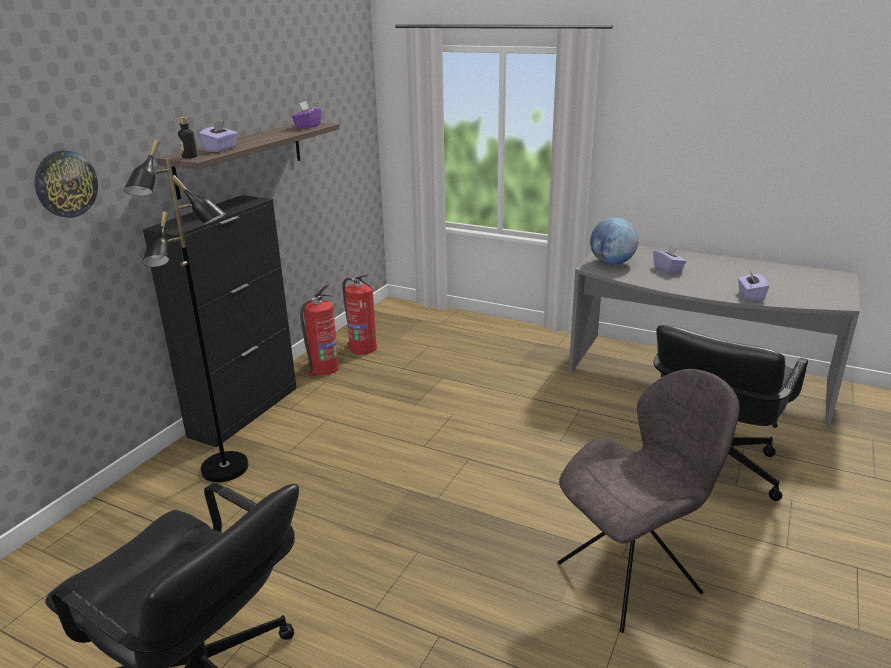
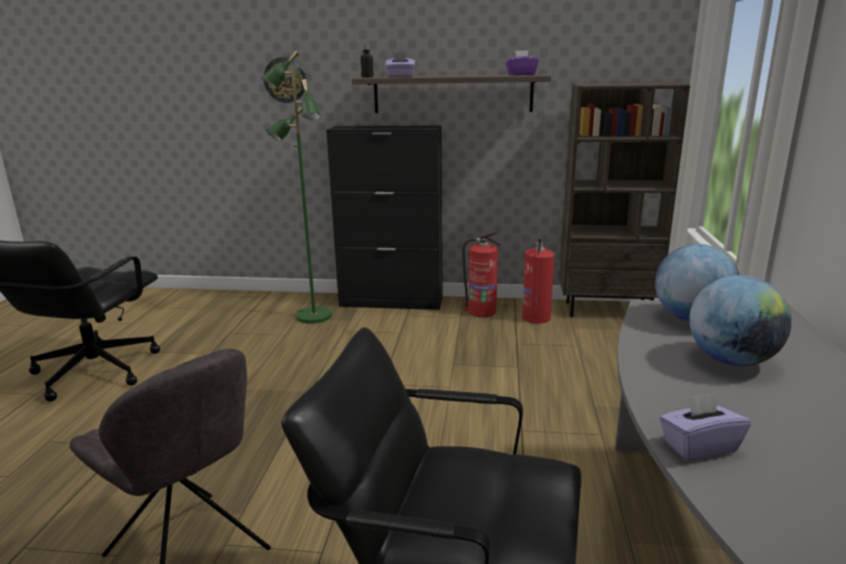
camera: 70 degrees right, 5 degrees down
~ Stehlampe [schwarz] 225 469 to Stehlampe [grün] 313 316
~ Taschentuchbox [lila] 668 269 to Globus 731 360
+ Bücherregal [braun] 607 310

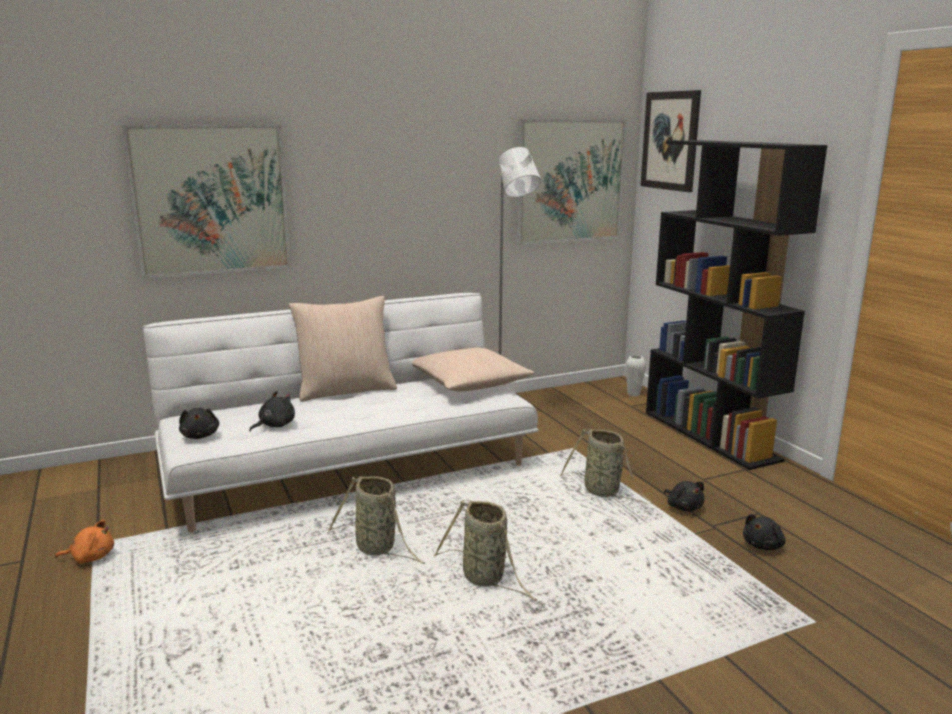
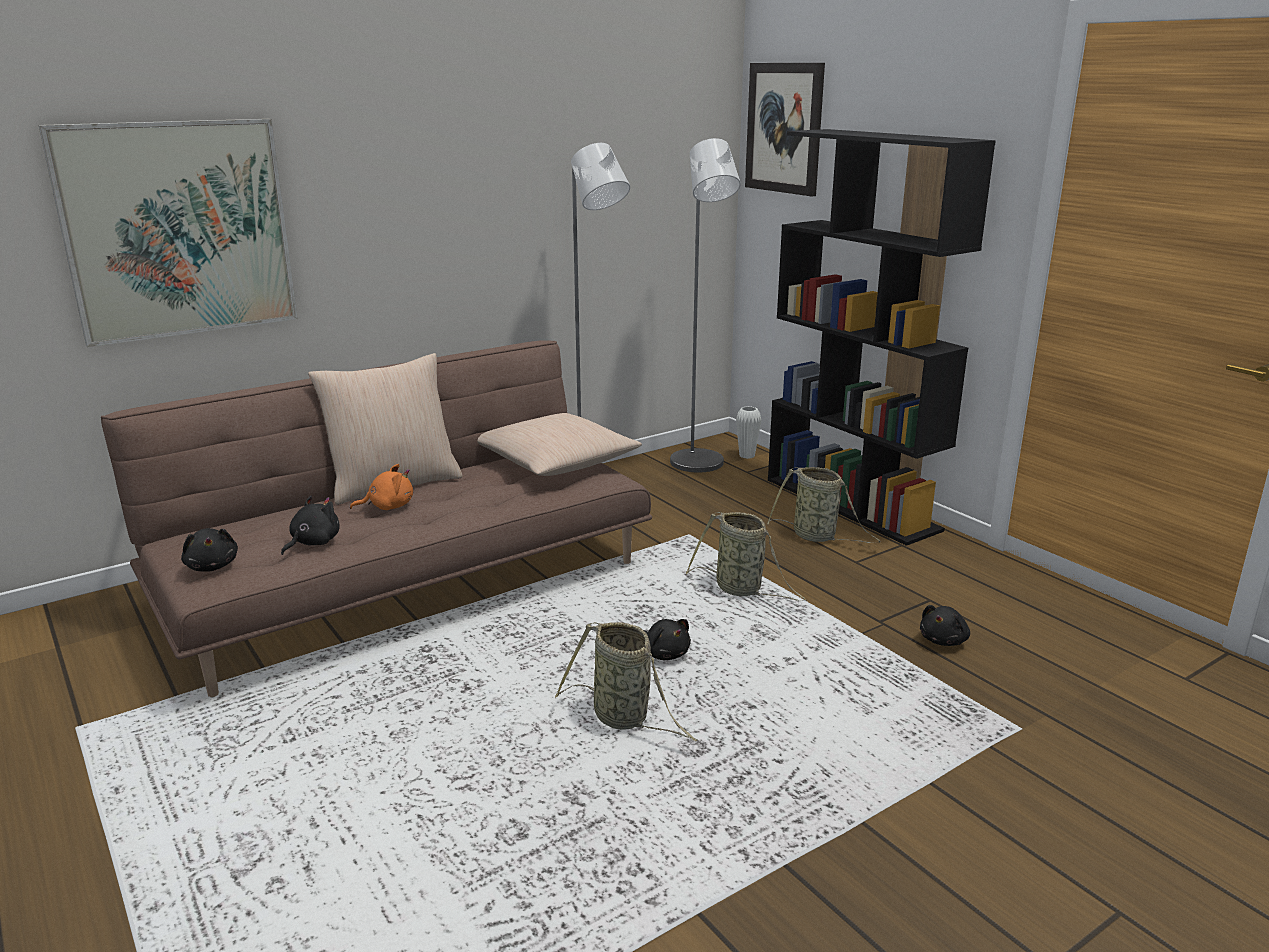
camera: 10 degrees left, 5 degrees up
- Bild 569 181
~ Sofa [weiß] 349 468 to Sofa [braun] 406 586
~ Korb 378 548 to 817 537
~ Plüschtier [schwarz] 683 507 to 664 653
~ Plüschtier [orange] 91 557 to 388 507
+ Stehlampe [grau] 700 466

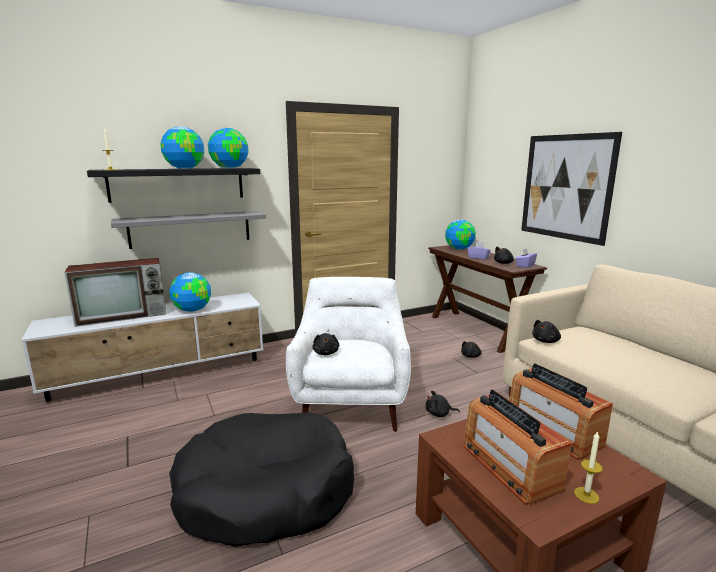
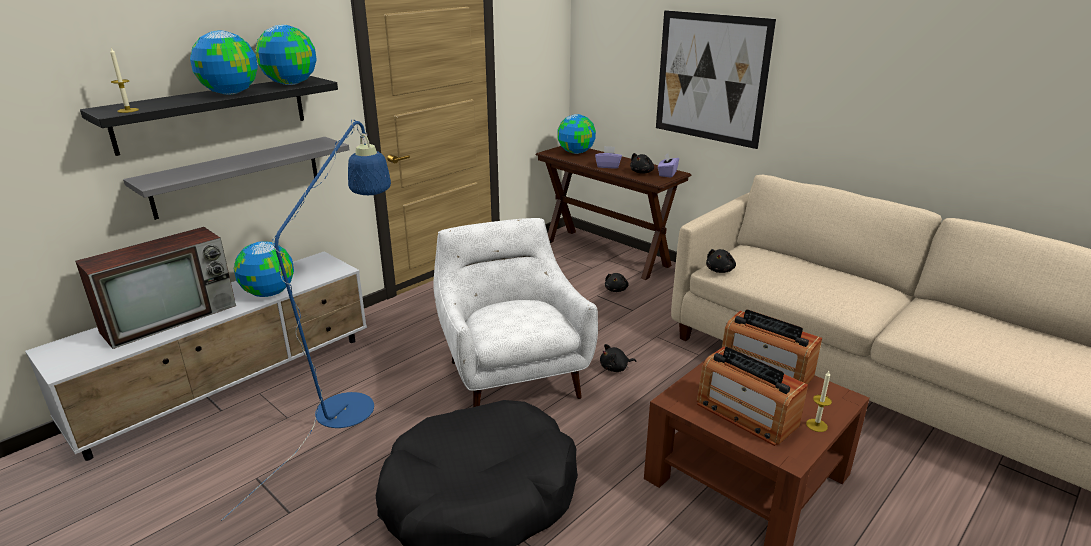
camera: 20 degrees left, 10 degrees up
- Plüschtier [schwarz] 326 353
+ Stehlampe [blau] 354 401

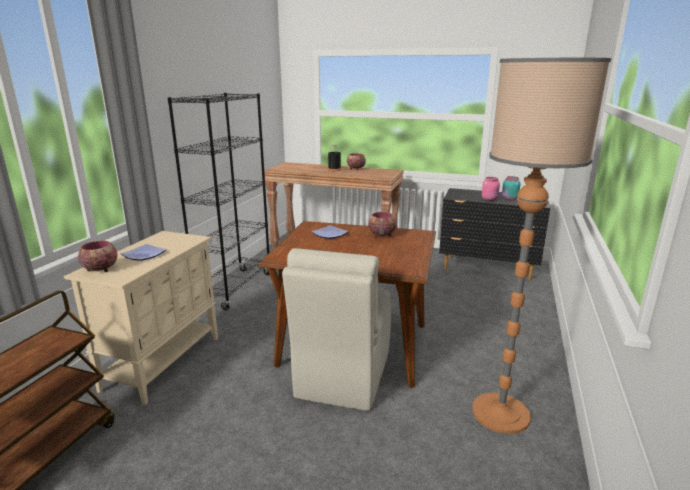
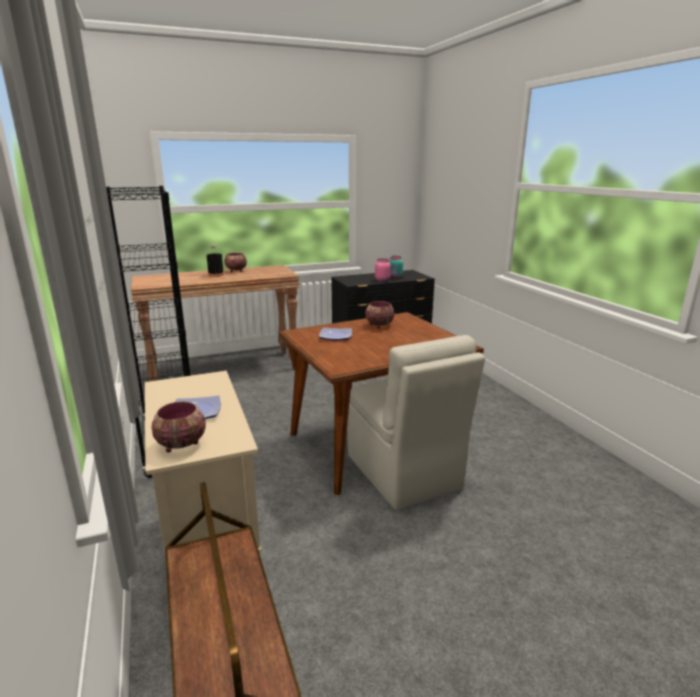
camera: 40 degrees left, 0 degrees up
- Stehlampe 501 413

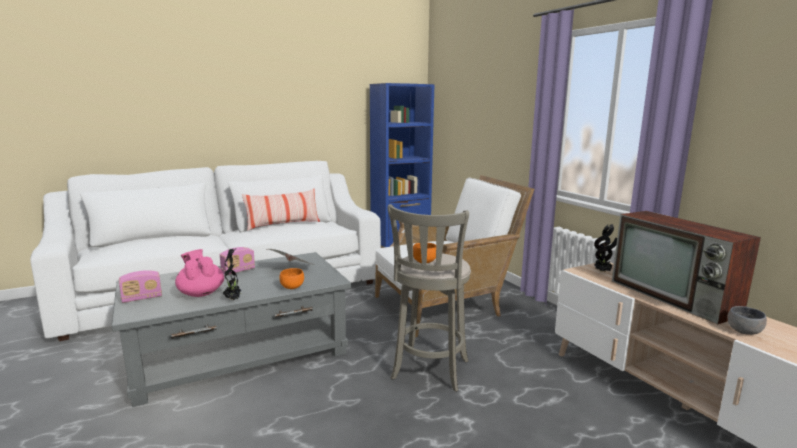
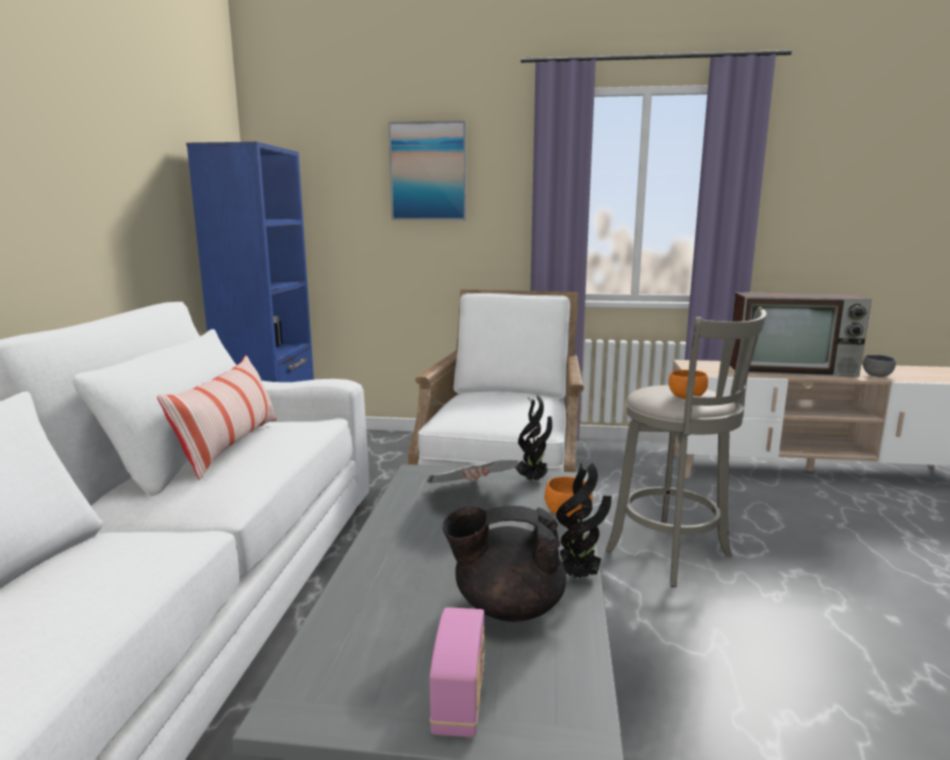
camera: 55 degrees left, 0 degrees up
~ Topfpflanze 602 271 to 533 480
- Radio 238 271
~ Teekanne [rosa] 201 293 to Teekanne [schwarz] 507 607
+ Bild 428 172

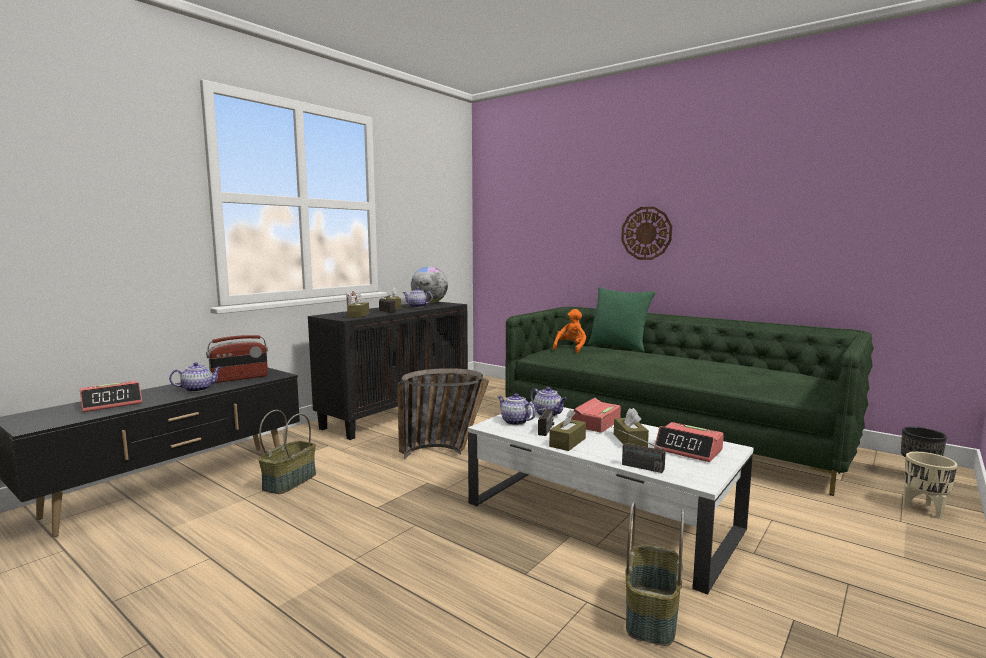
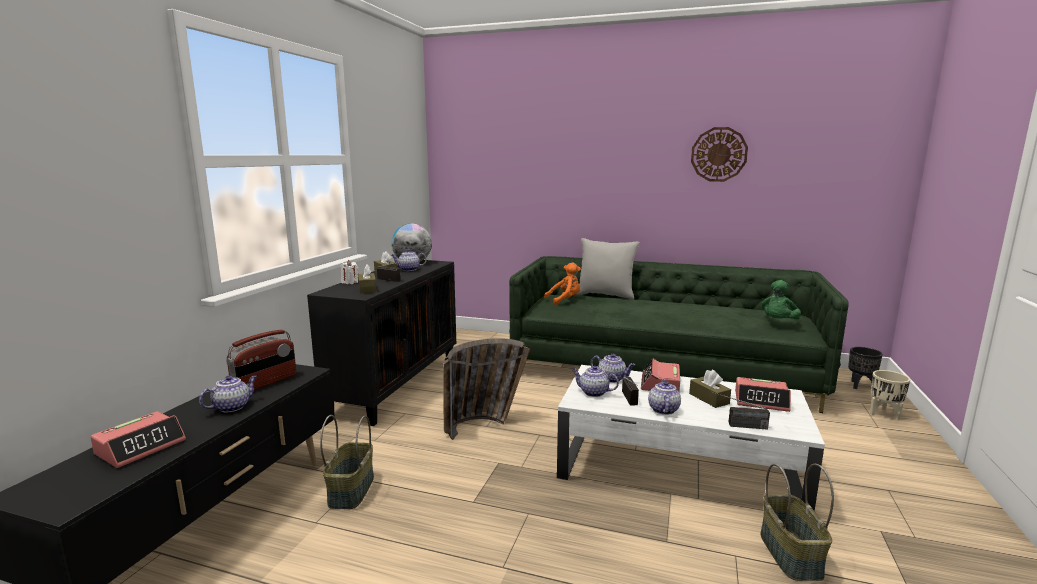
camera: 20 degrees left, 5 degrees up
~ Wanduhr 646 233 to 718 154
~ Kissen [grün] 619 347 to Kissen [grau] 606 295
~ Plüschtier [orange] 571 348 = 565 300 60 degrees clockwise
~ Taschentuchbox [braun] 567 442 to Teekanne 663 409
+ Plüschtier [grün] 778 322

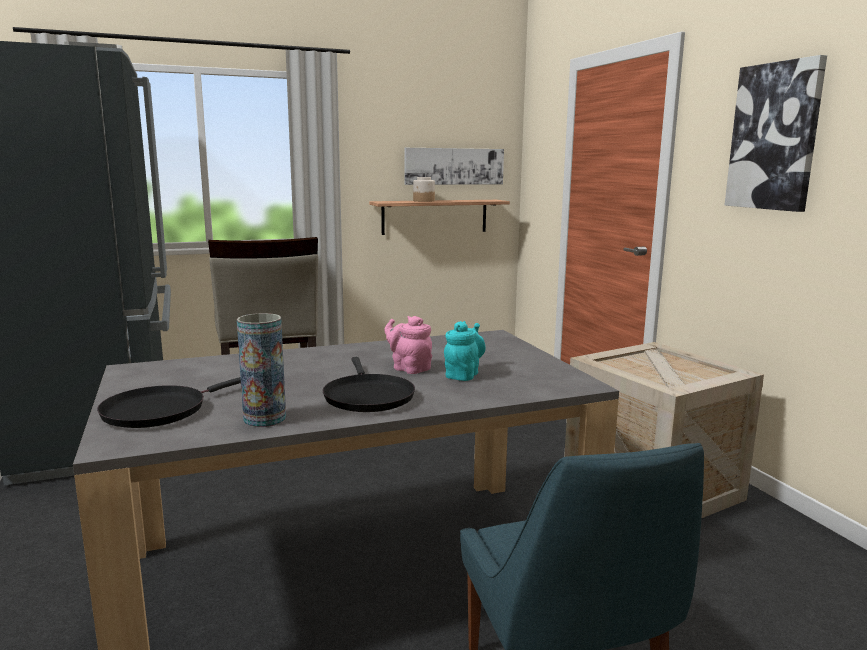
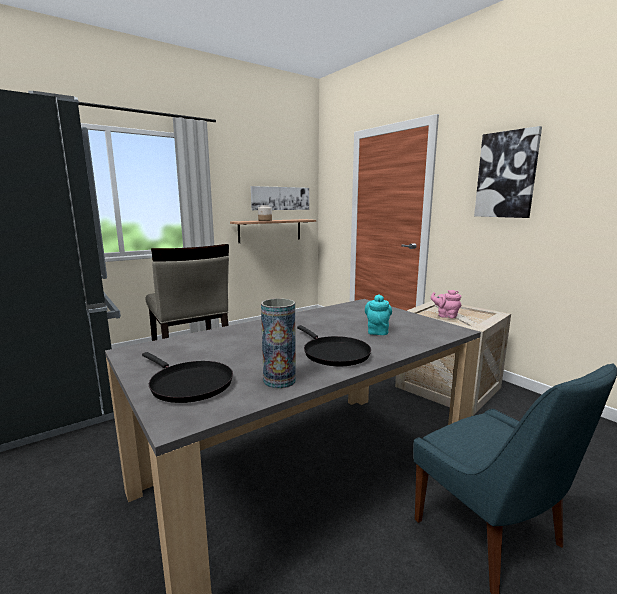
camera: 15 degrees left, 0 degrees up
~ Teekanne [rosa] 409 368 to 446 316
~ Pfanne [schwarz] 160 410 = 188 384 75 degrees counterclockwise

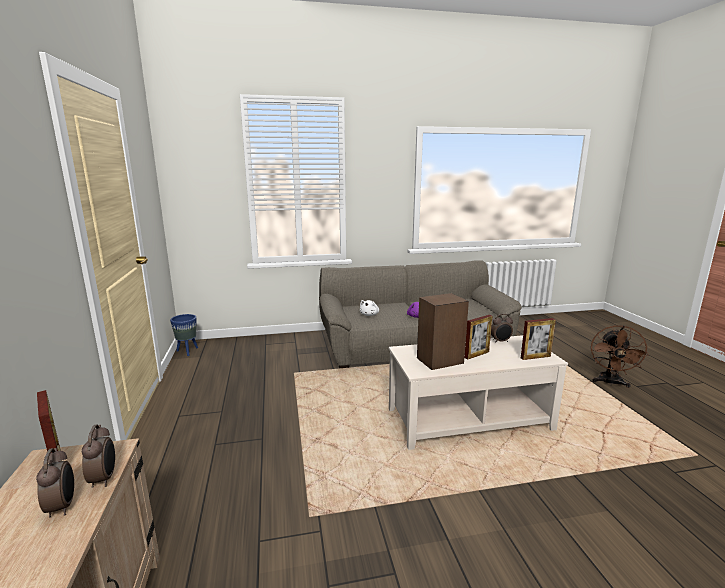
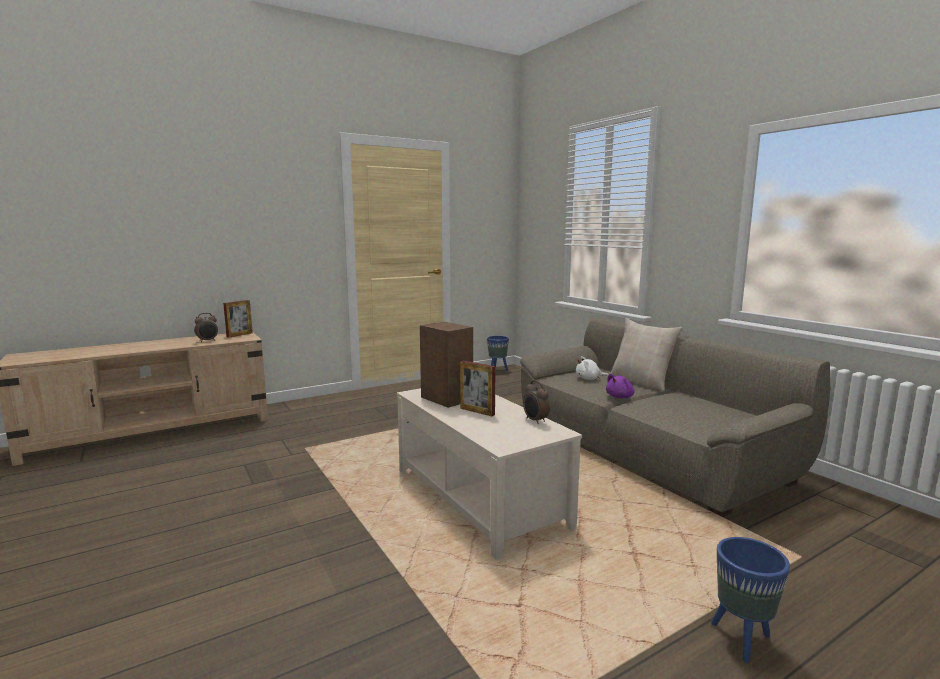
camera: 70 degrees right, 5 degrees down
- Bilderrahmen 535 357
~ Ventilator [braun] 610 383 to Pflanzkübel [blau] 742 640
- Wecker 104 478
+ Kissen [beige] 641 382

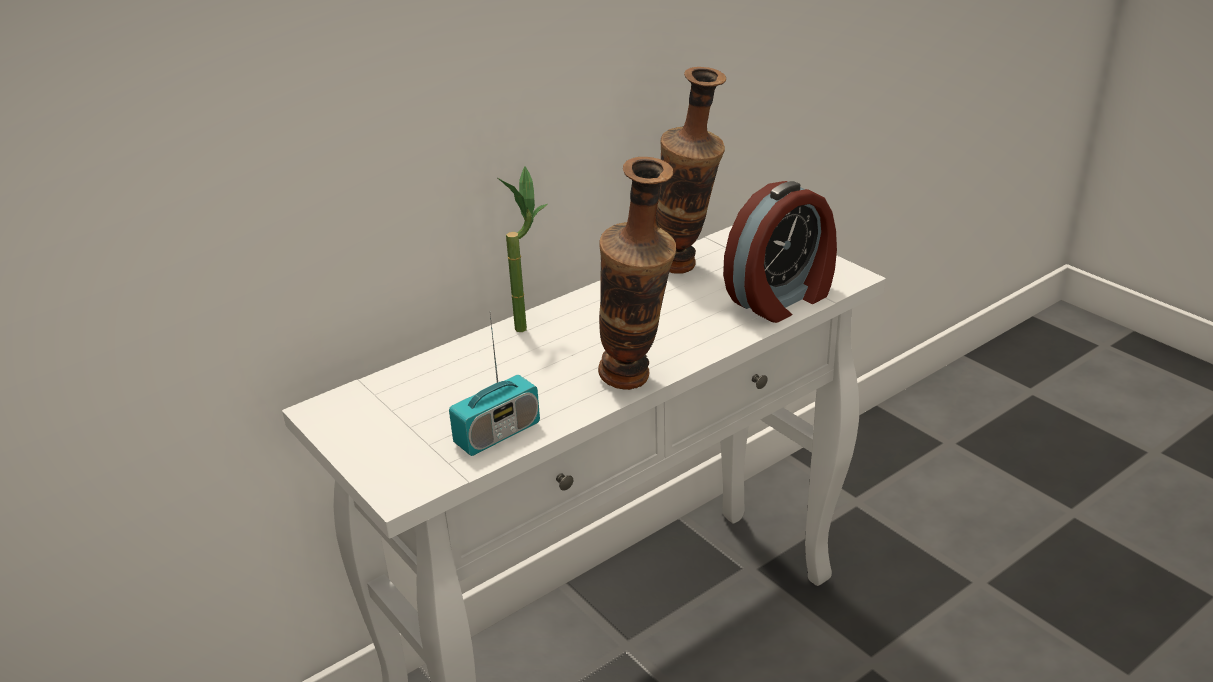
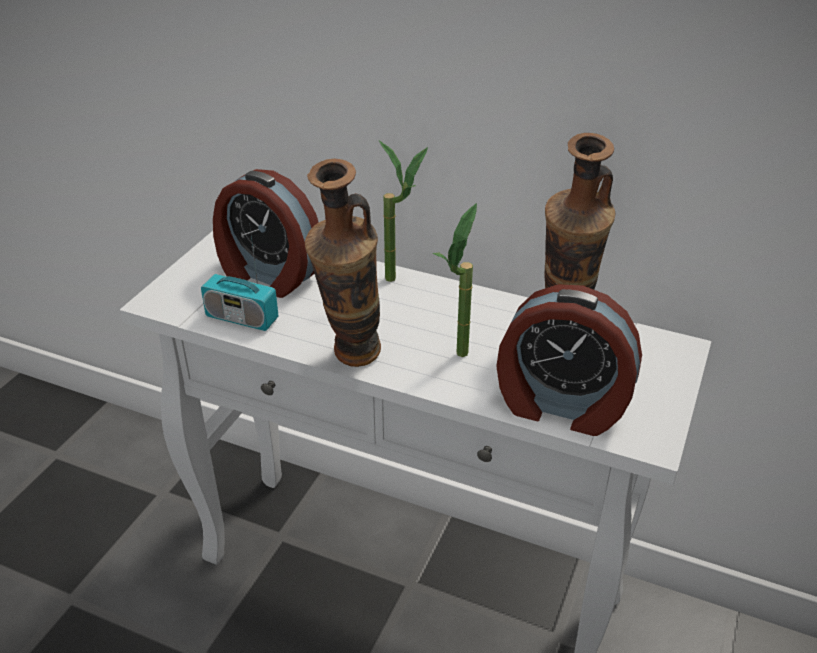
camera: 60 degrees right, 5 degrees up
+ Wecker 268 275
+ Topfpflanze 457 360

